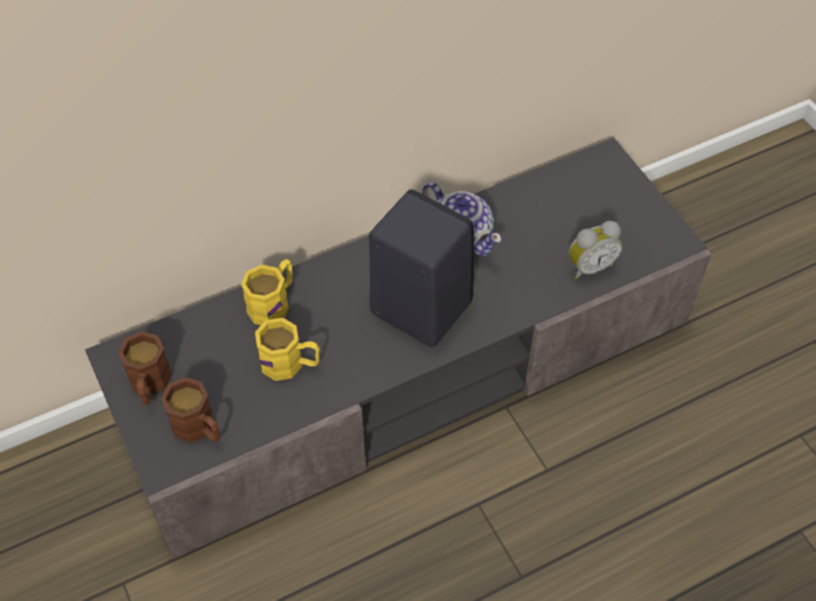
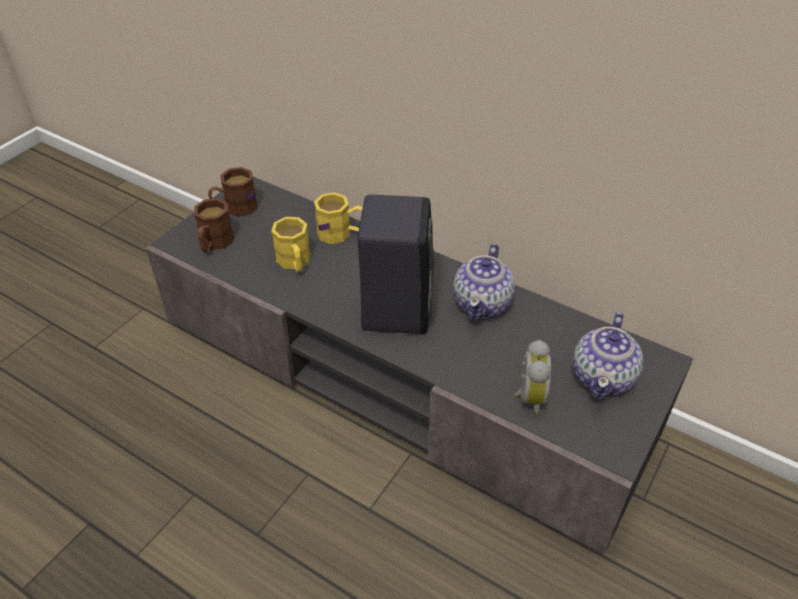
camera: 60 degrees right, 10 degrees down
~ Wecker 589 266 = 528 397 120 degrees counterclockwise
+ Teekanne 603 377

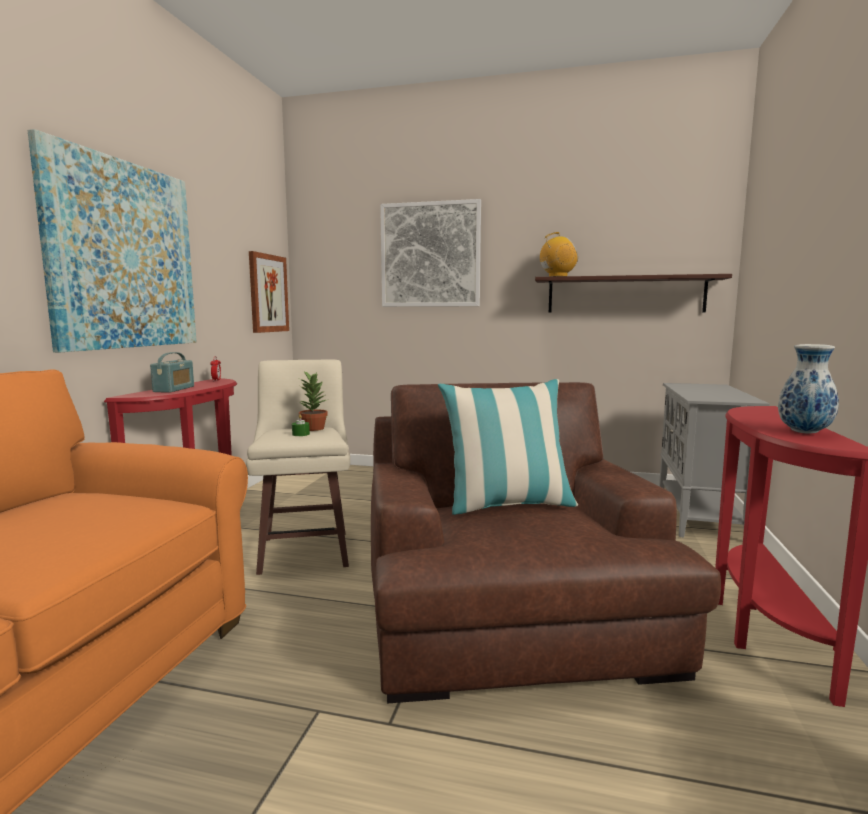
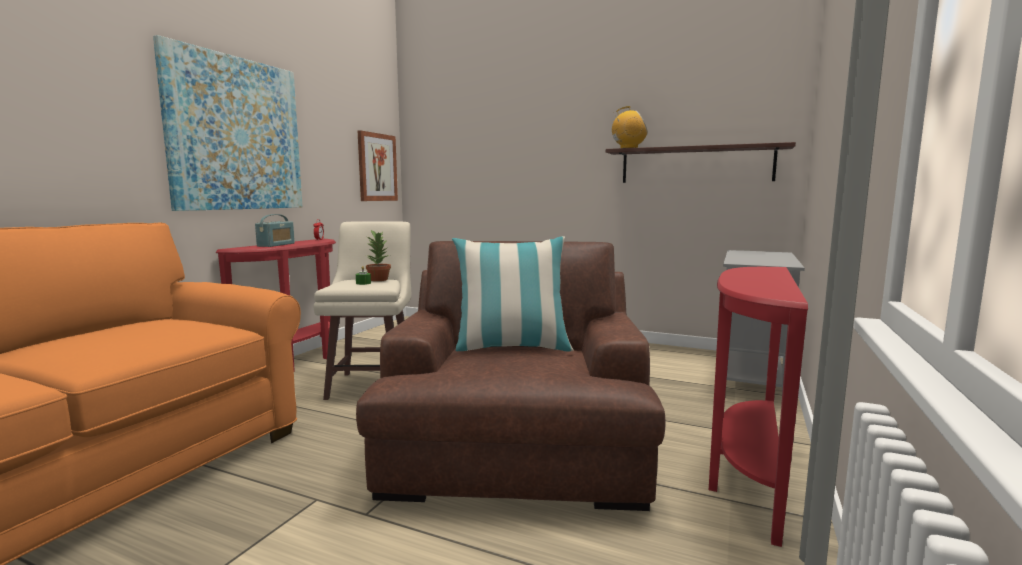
camera: 10 degrees right, 0 degrees up
- Bild 430 255
- Vase 804 432

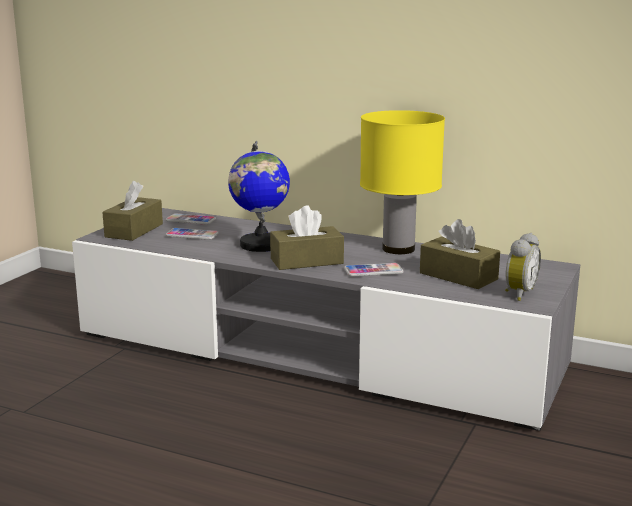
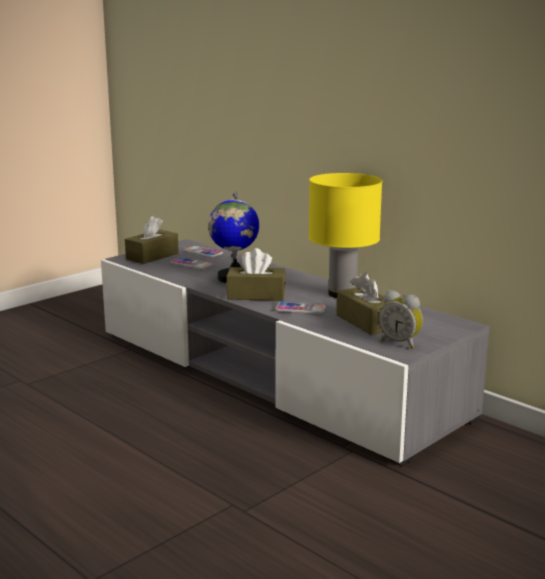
camera: 20 degrees right, 0 degrees up
~ Wecker 518 293 = 400 342 75 degrees clockwise

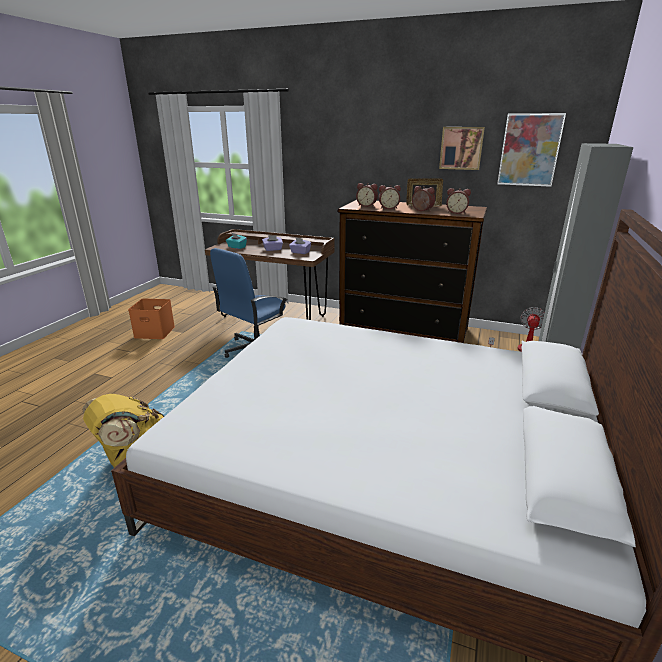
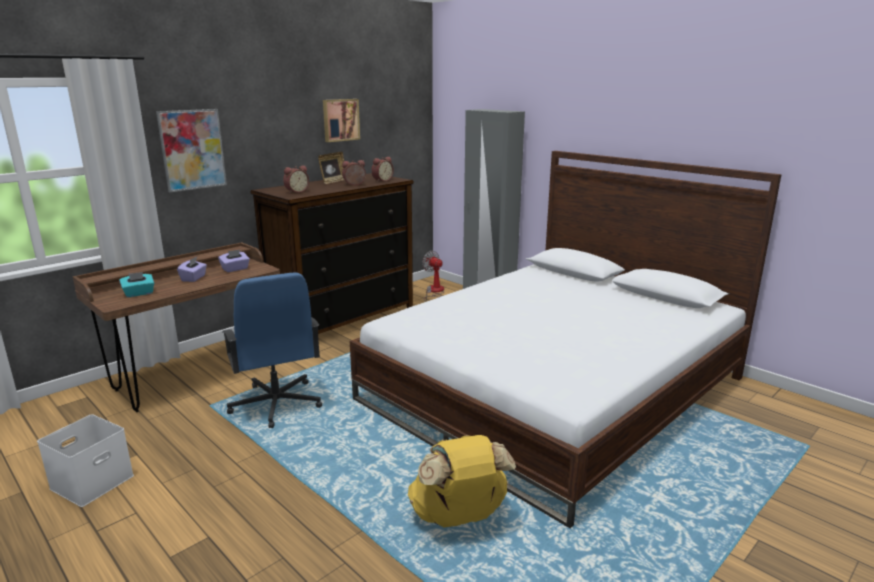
camera: 65 degrees left, 5 degrees down
~ Bild 529 150 to 192 150
- Wecker 388 208
~ Aufbewahrungsbox [orange] 155 332 to Aufbewahrungsbox [weiß] 92 481

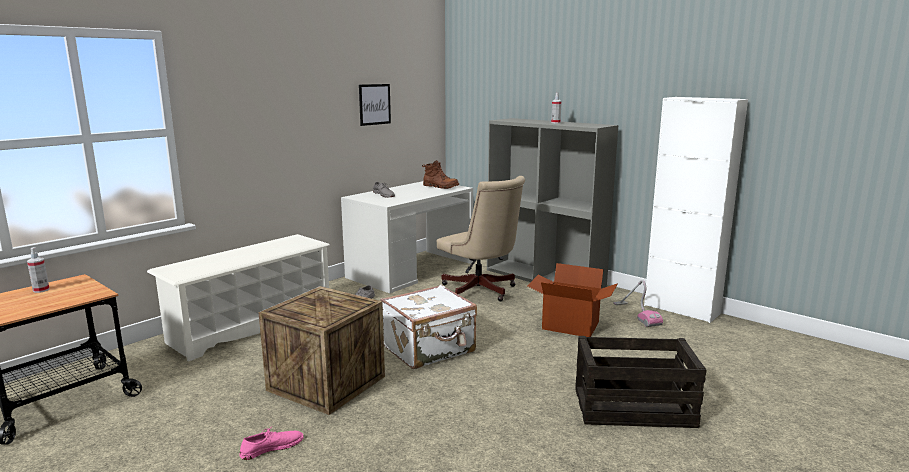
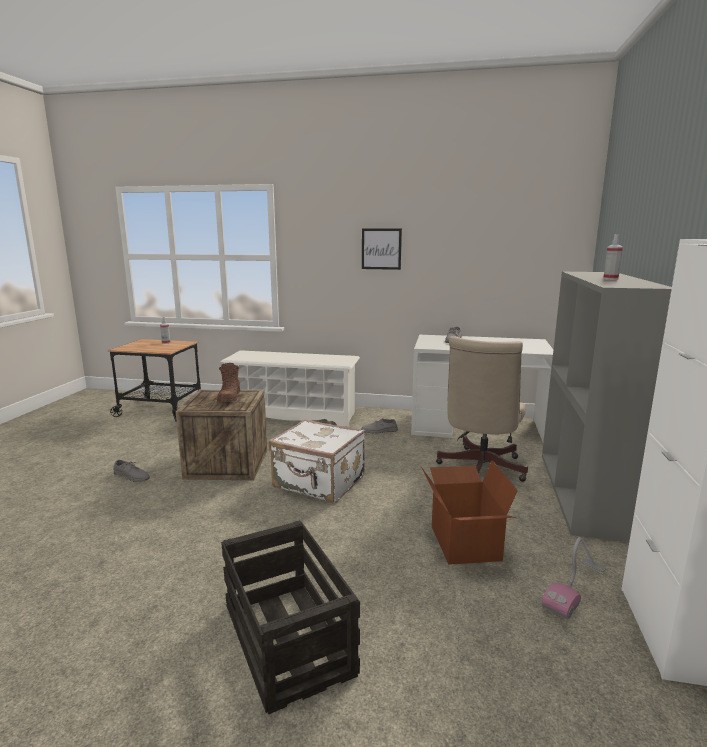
camera: 60 degrees right, 0 degrees up
~ Bild 374 104 to 381 249
~ Stiefel [braun] 440 187 to 229 398
~ Schuh [rosa] 272 447 to Schuh [grau] 132 476

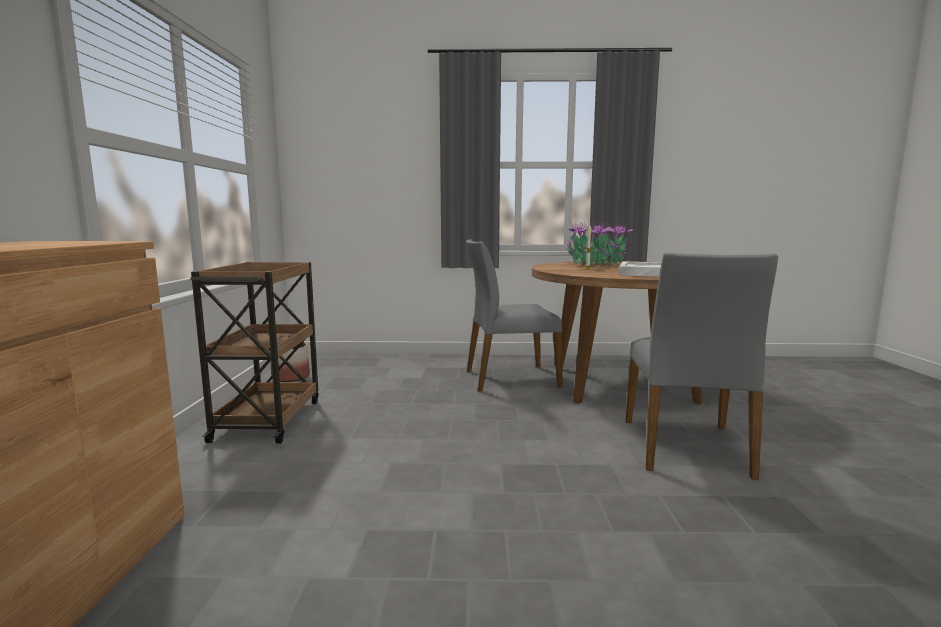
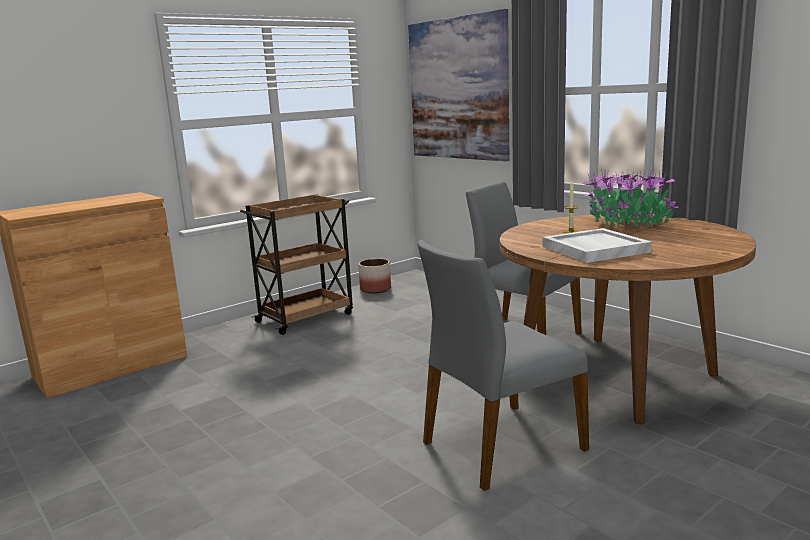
camera: 50 degrees right, 5 degrees up
+ Bild 458 89

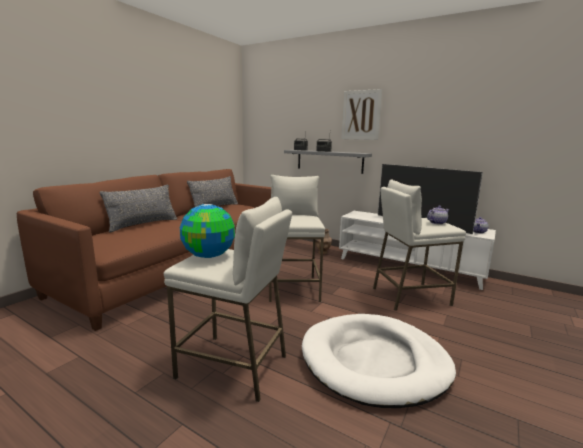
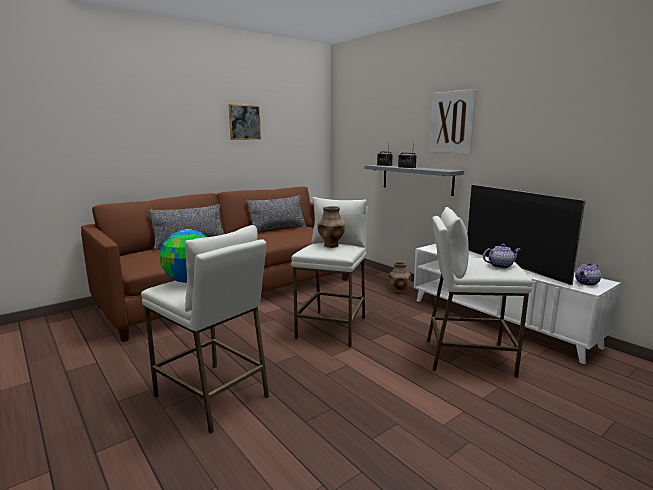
camera: 20 degrees right, 0 degrees up
- Hundebett [weiß] 374 362
+ Bild 244 122
+ Vase [braun] 331 245

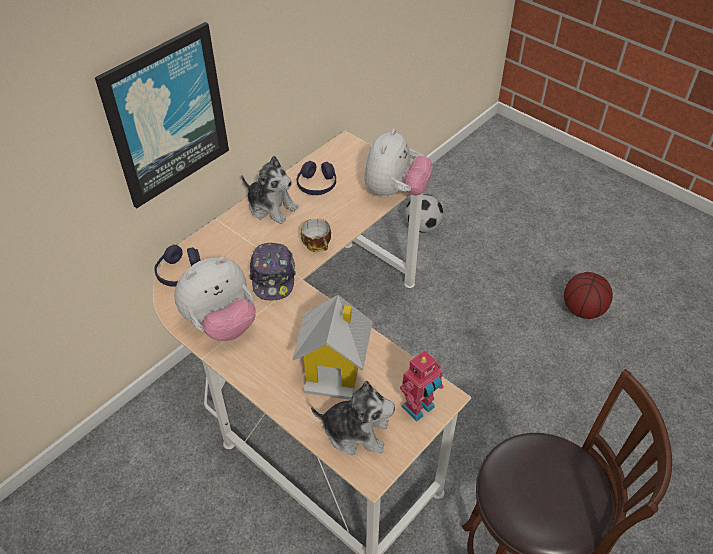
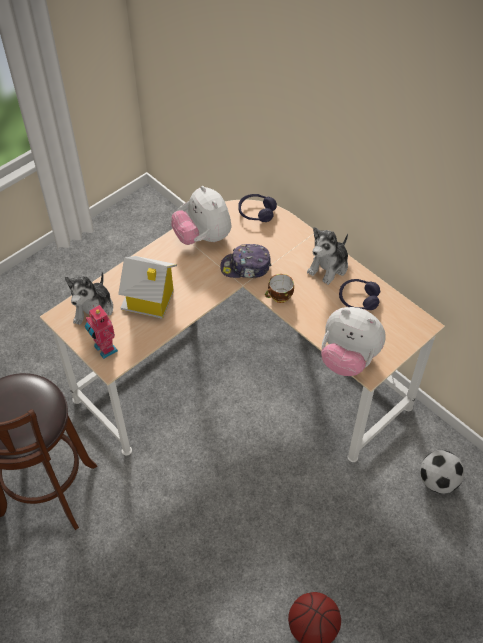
camera: 95 degrees right, 5 degrees up
- Bild 166 116

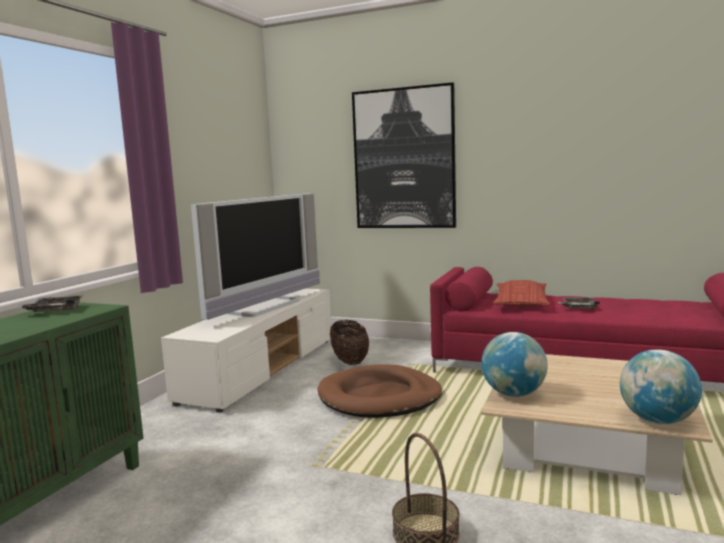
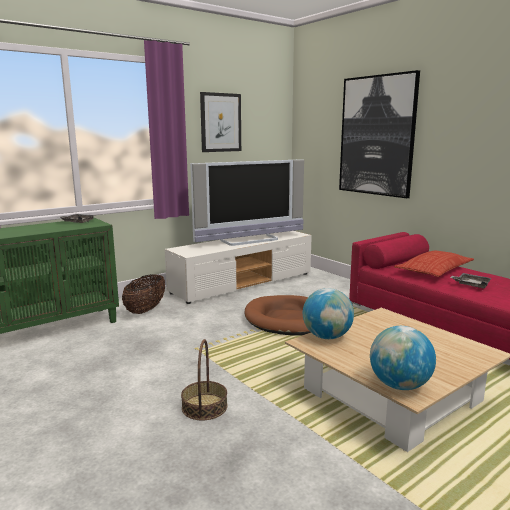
camera: 30 degrees right, 5 degrees up
~ Korb 350 361 to 145 310
+ Bild 220 122

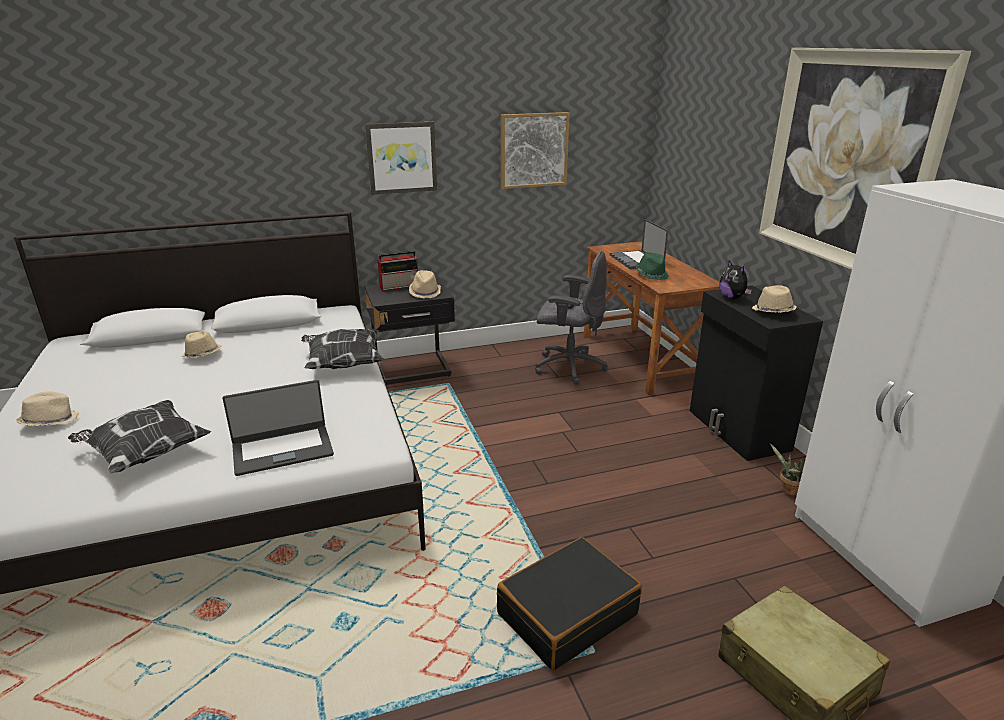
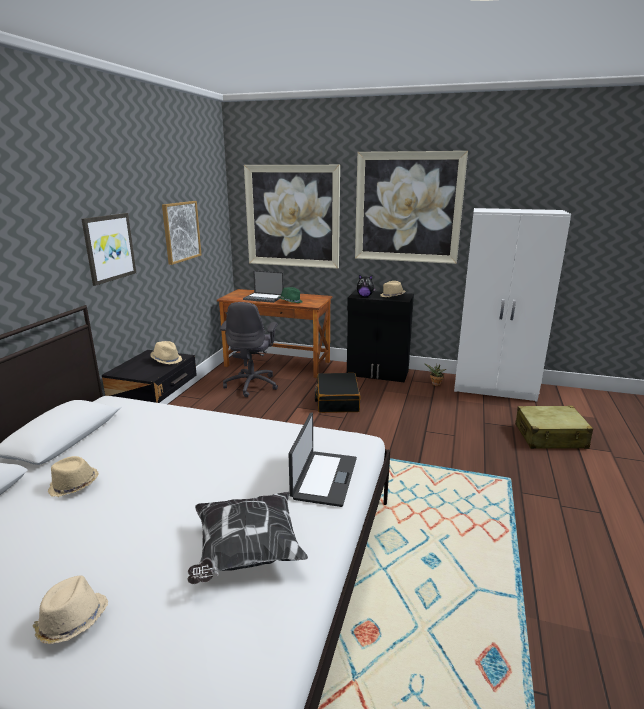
camera: 55 degrees left, 5 degrees down
- Radio 400 286
~ Bürostuhl [grau] 568 367 = 252 385 135 degrees clockwise
- Kissen 343 364
~ Koffer [schwarz] 567 613 to 337 400
+ Bild 292 216

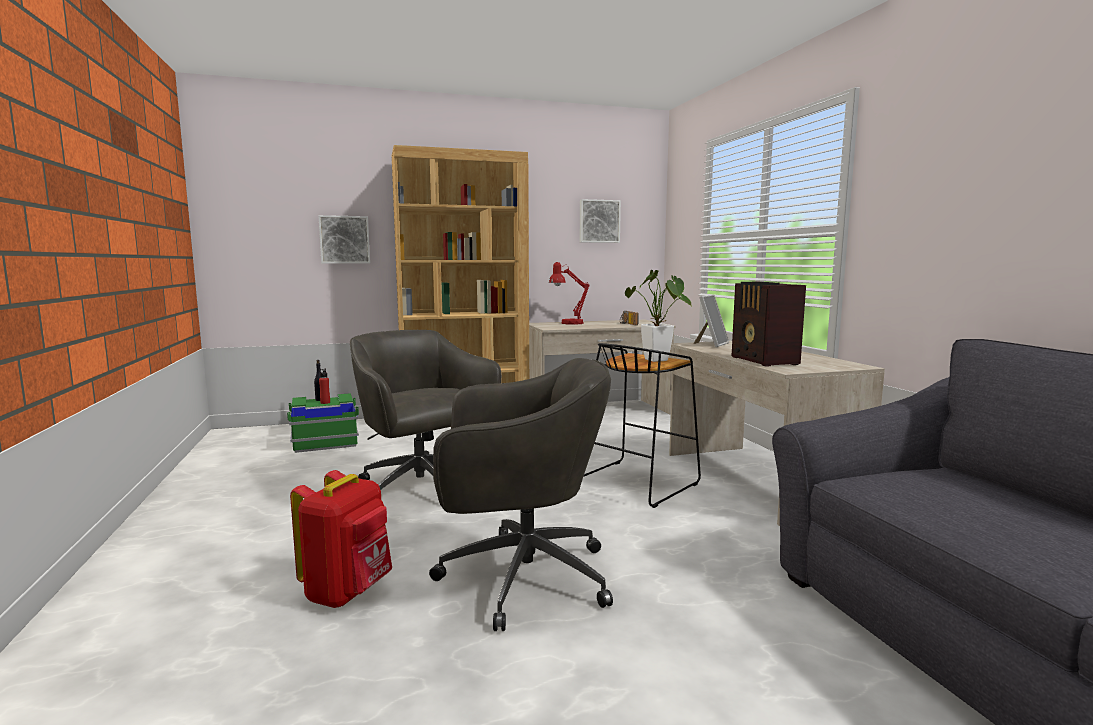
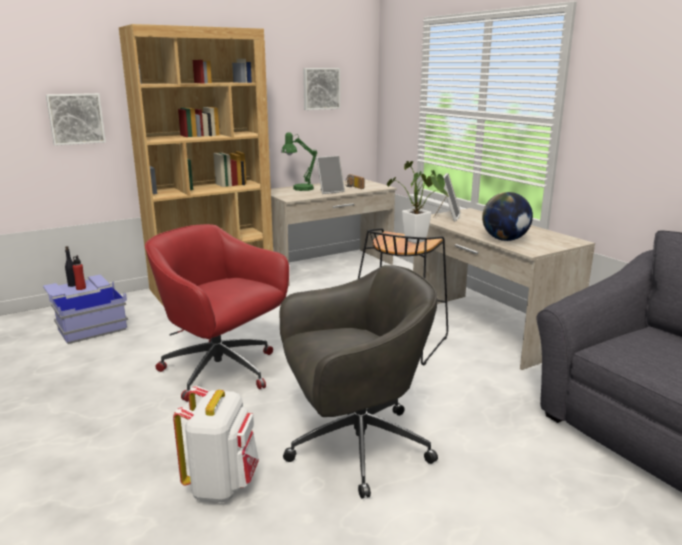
camera: 15 degrees left, 10 degrees up
~ Tischlampe [rot] 567 323 to Tischlampe [grün] 299 189
~ Radio 764 361 to Globus 505 239
~ Bürostuhl [grau] 423 490 to Bürostuhl [rot] 222 372
~ Aufbewahrungsbox [grün] 325 438 to Aufbewahrungsbox [blau] 87 323
~ Rucksack [rot] 348 592 to Rucksack [weiß] 222 484
+ Bilderrahmen 330 191

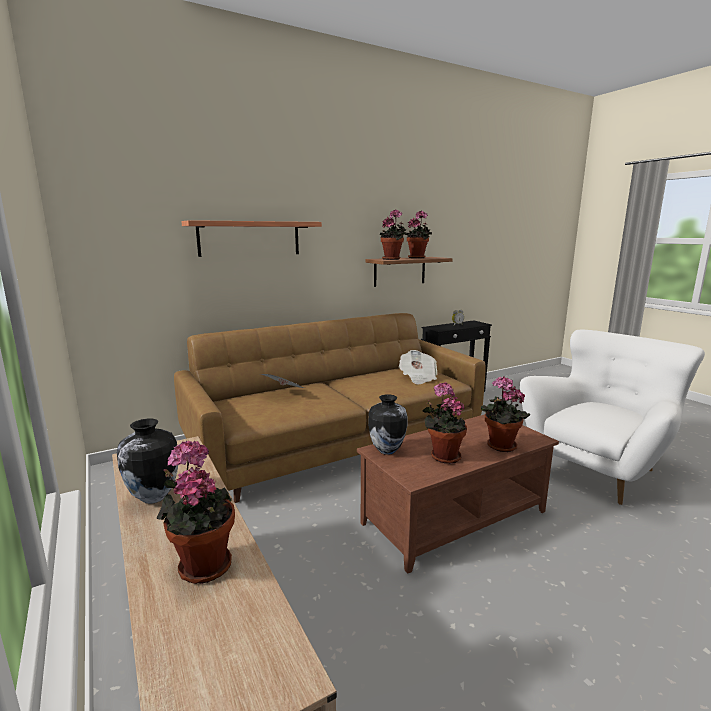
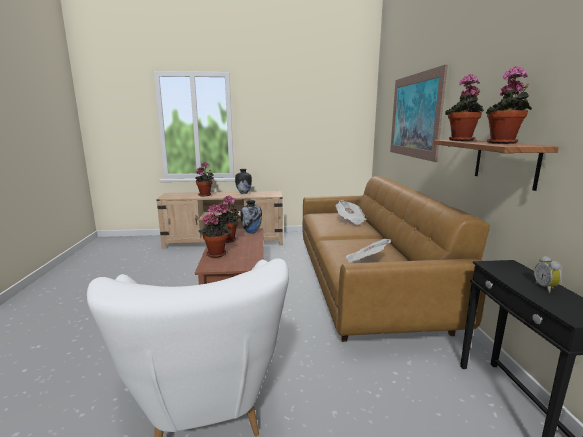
camera: 115 degrees right, 0 degrees up
~ Wandregal 250 238 to Bild 414 116

